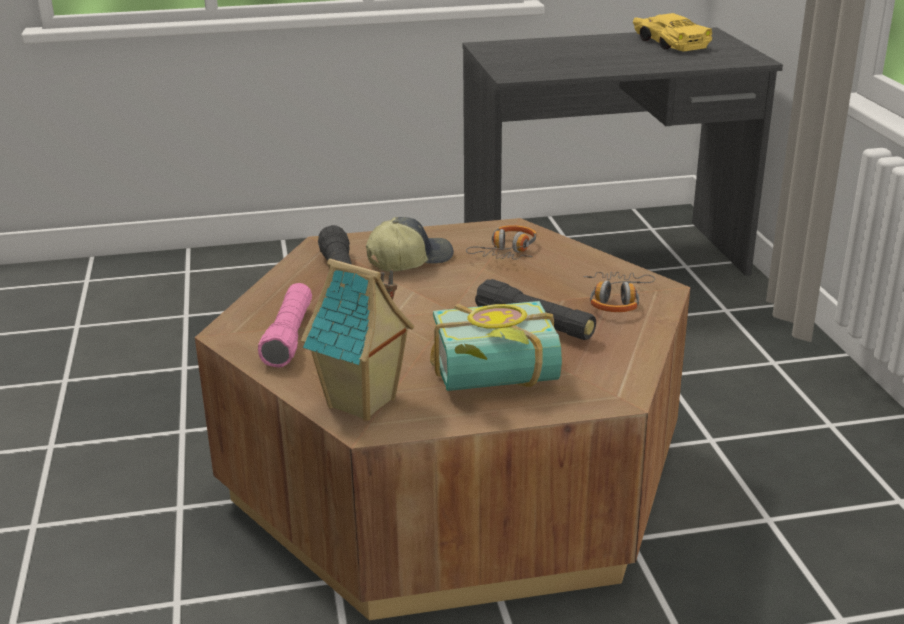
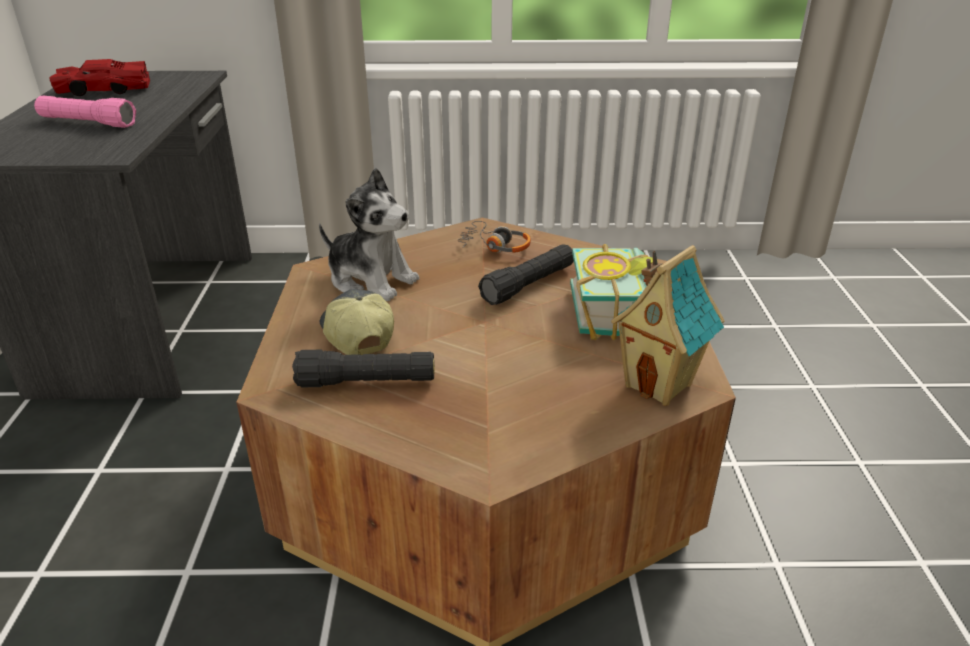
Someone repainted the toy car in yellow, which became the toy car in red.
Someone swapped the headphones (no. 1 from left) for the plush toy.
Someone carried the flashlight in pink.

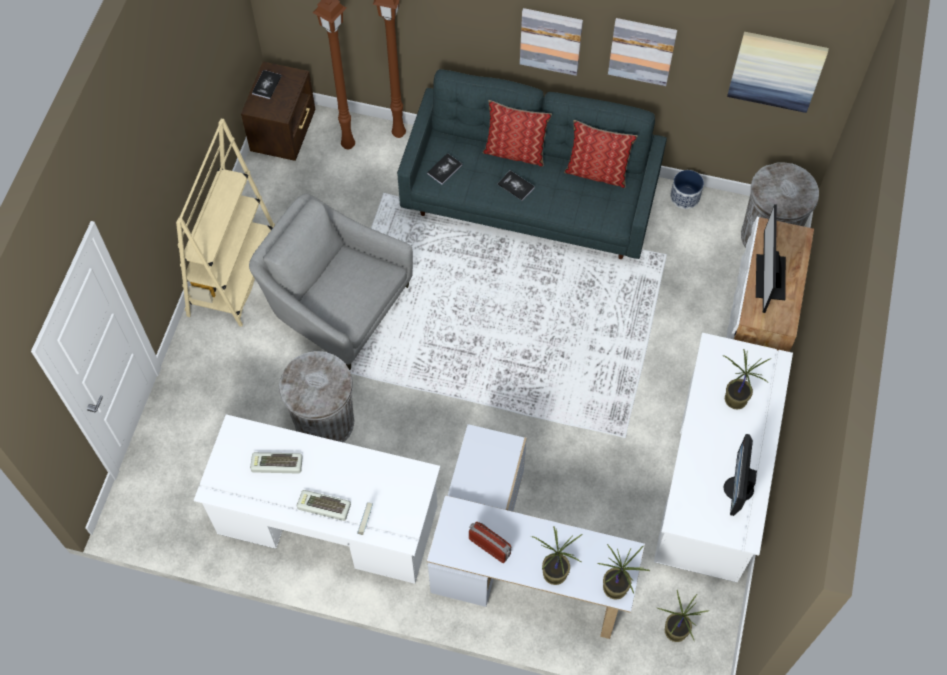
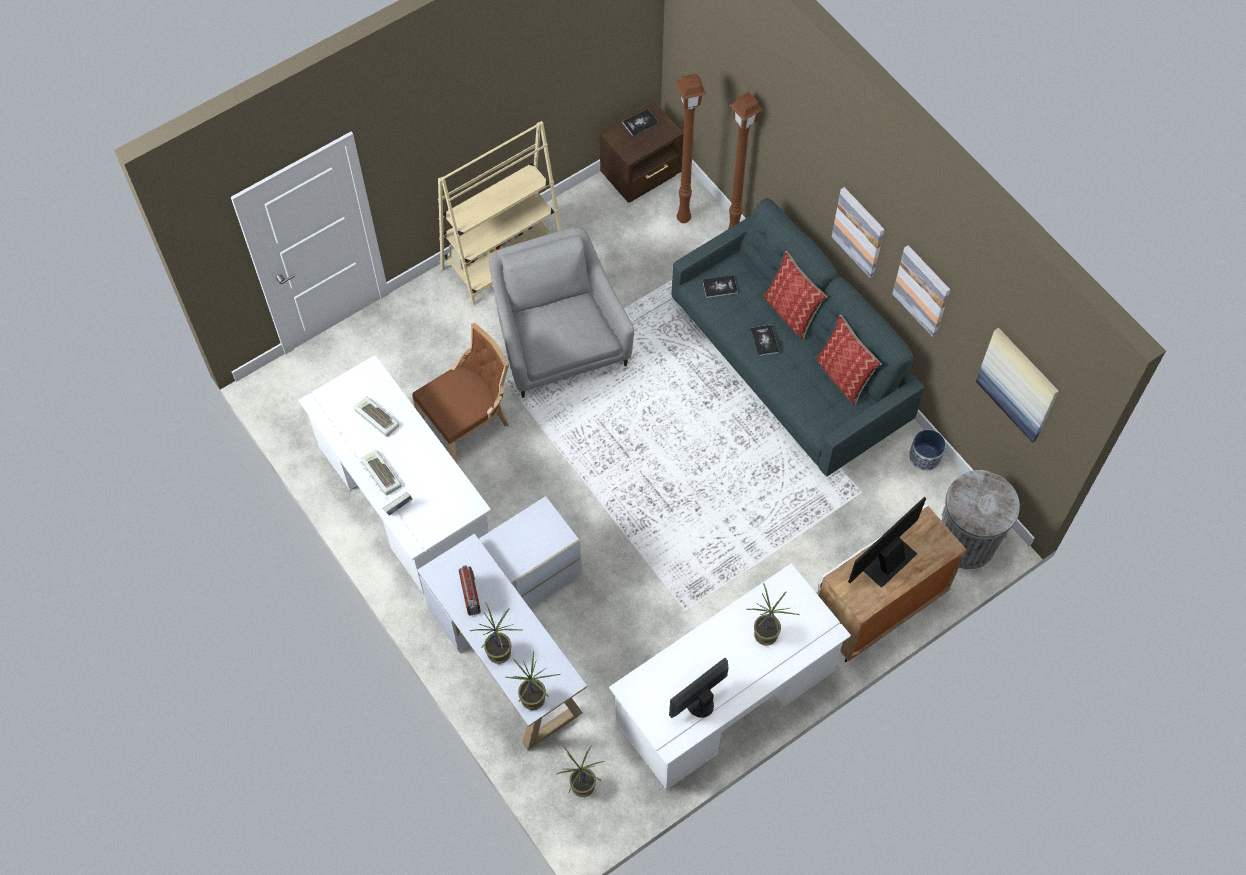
Someone swapped the trash can in grey (no. 1 from left) for the chair in brown.

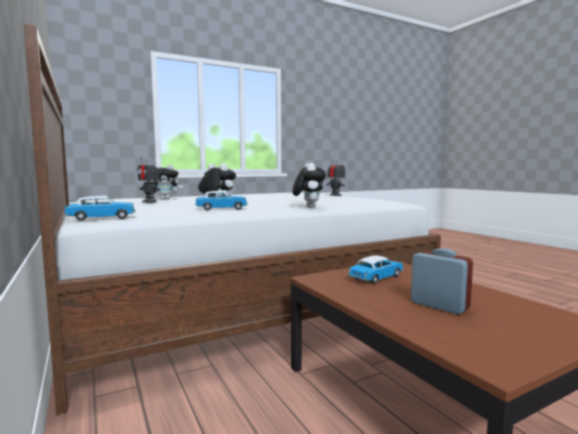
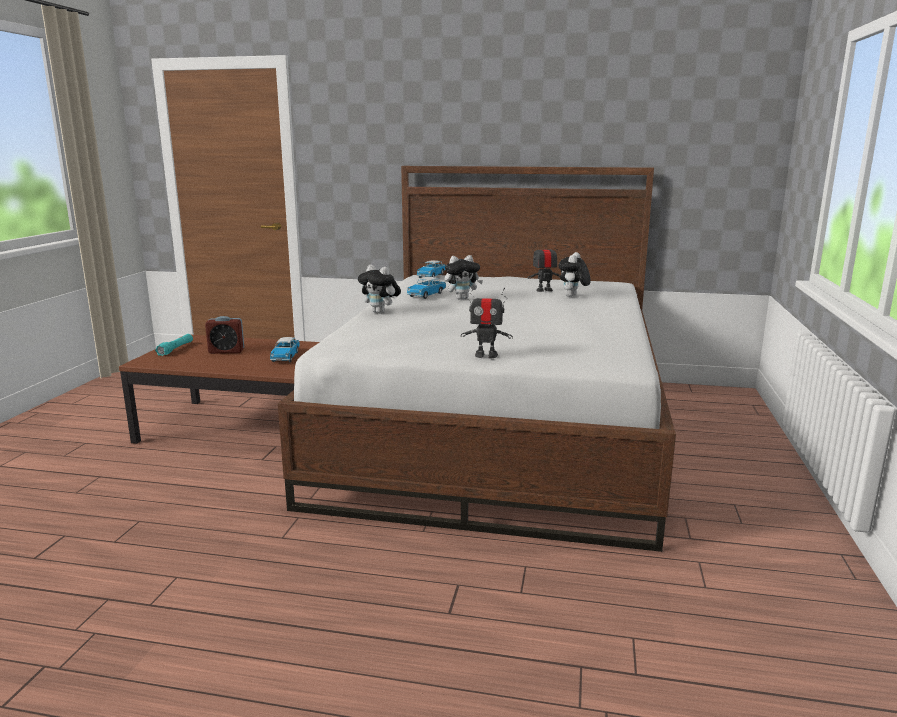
Someone put down the flashlight in turquoise.

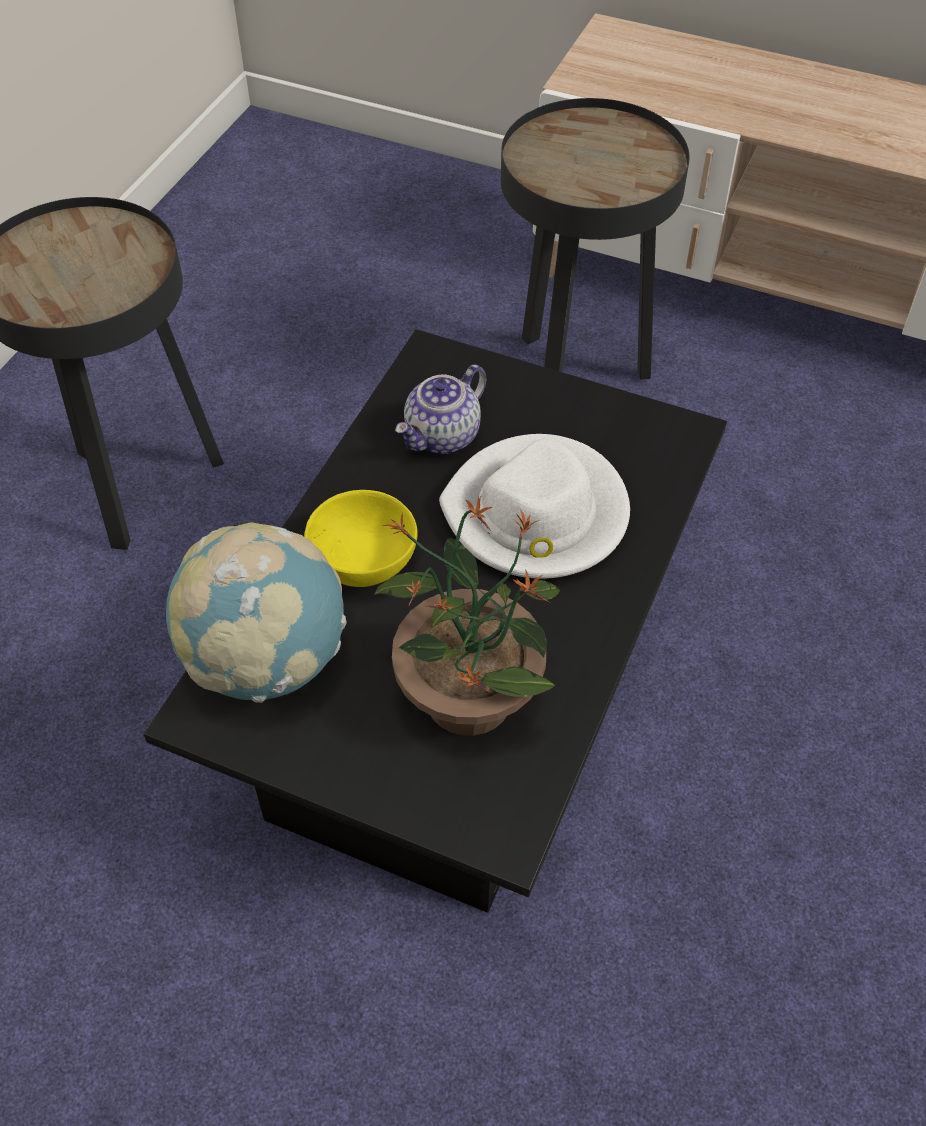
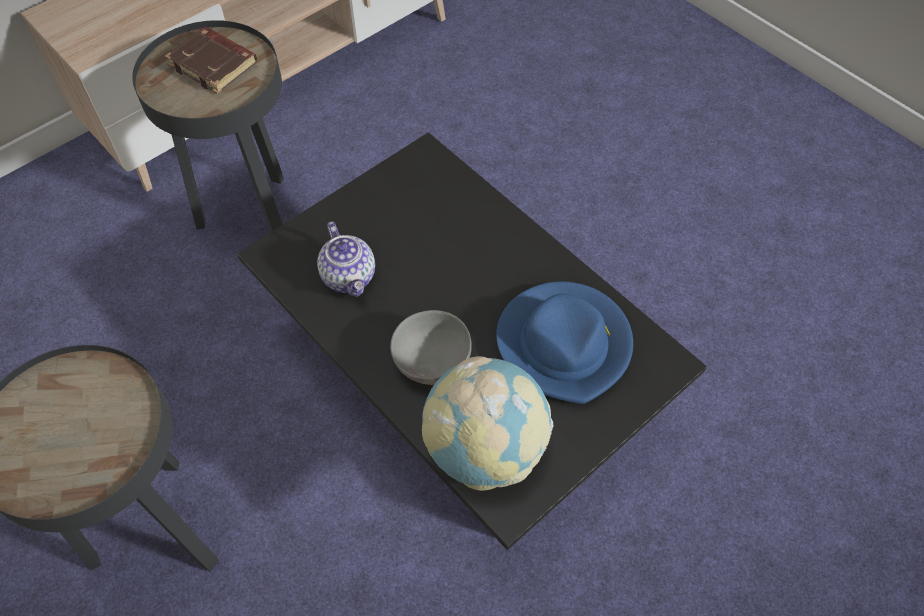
Someone took away the hat in white.
Someone repainted the bowl in yellow, which became the bowl in grey.
Someone swapped the potted plant for the hat in blue.
Someone put down the book in brown.

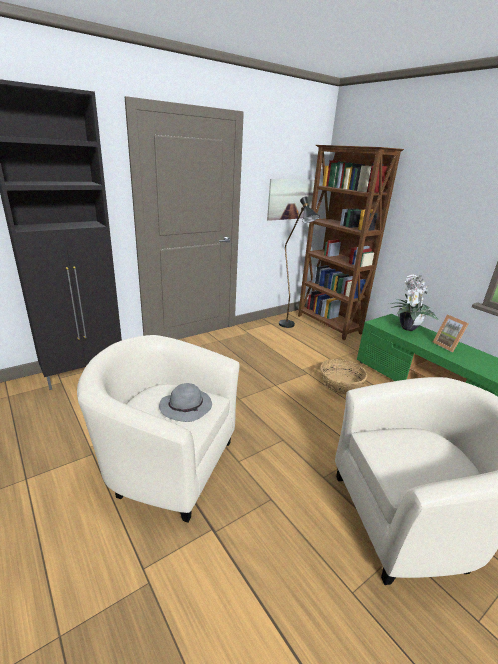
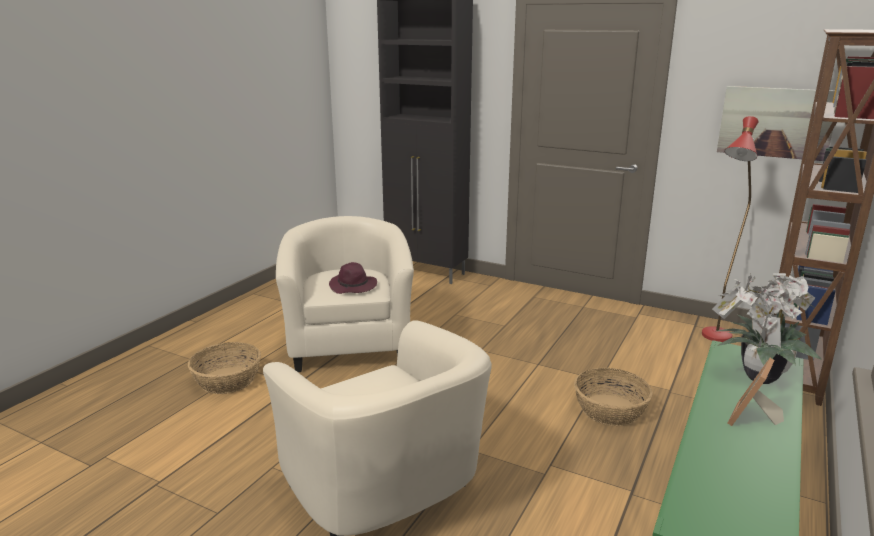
Someone repainted the floor lamp in black, which became the floor lamp in red.
Someone repainted the hat in grey, which became the hat in purple.
Someone put down the basket (no. 1 from left).

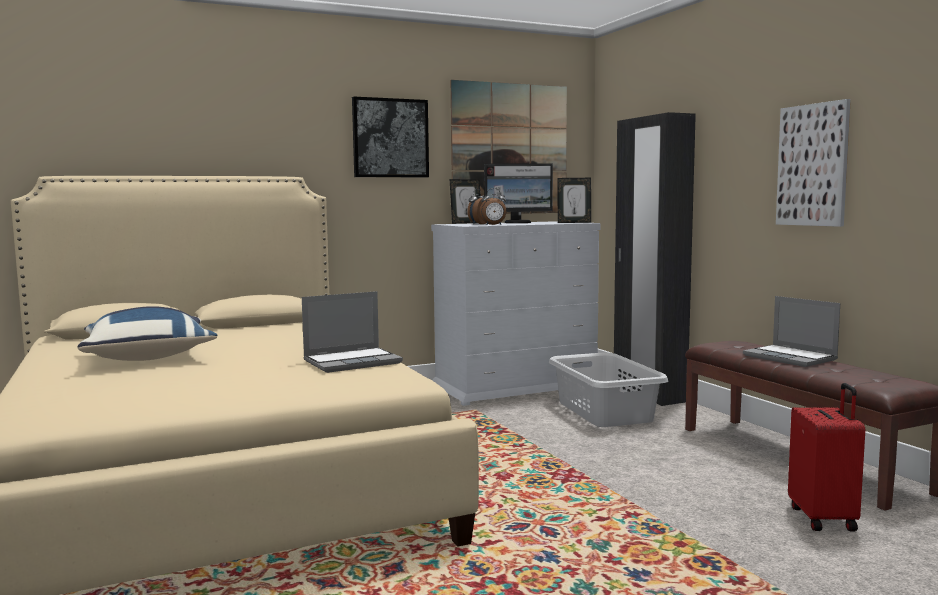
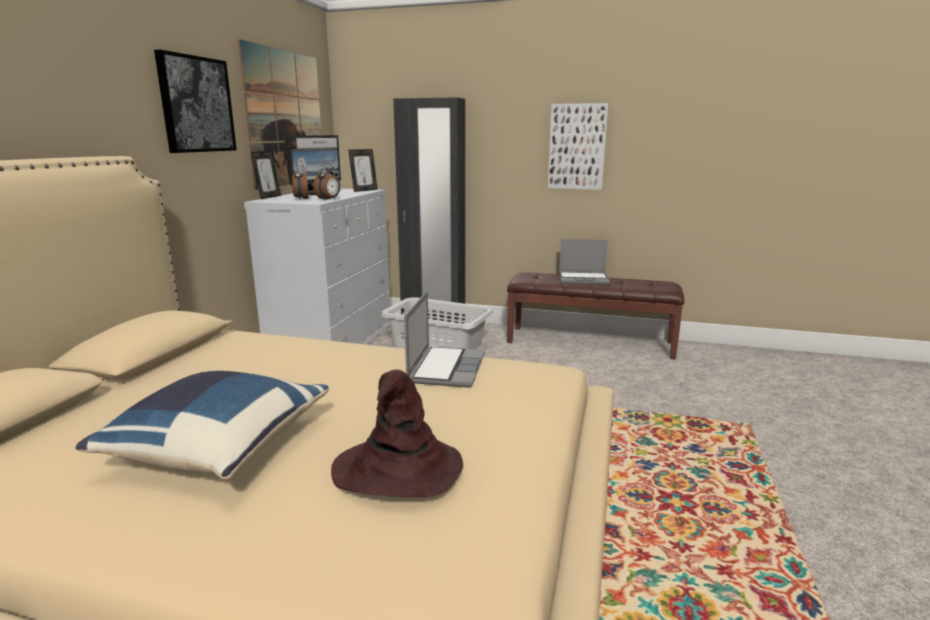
Someone took away the suitcase in red.
Someone put down the hat in brown.

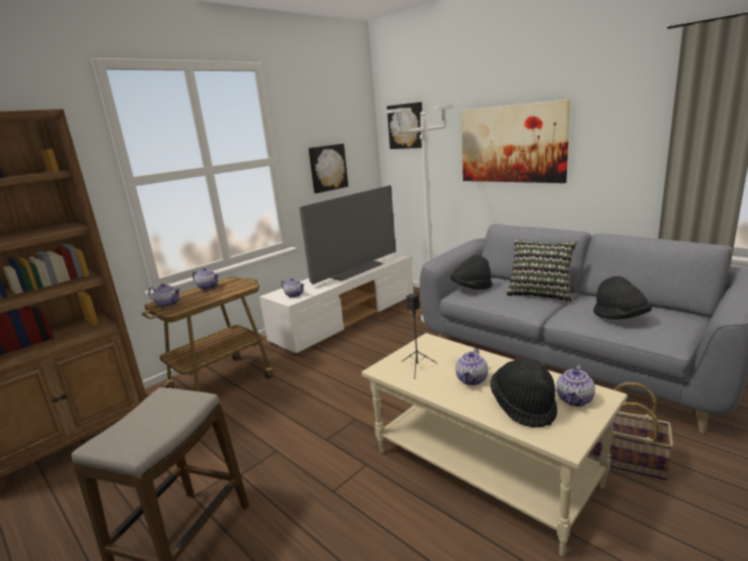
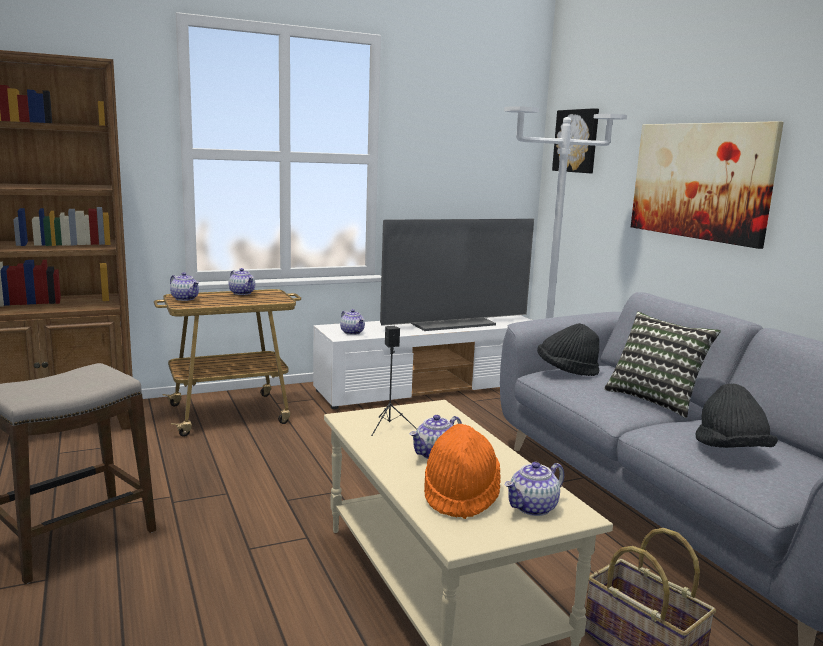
Someone took away the picture (no. 1 from left).
Someone repainted the hat in black (no. 2 from left), which became the hat in orange.

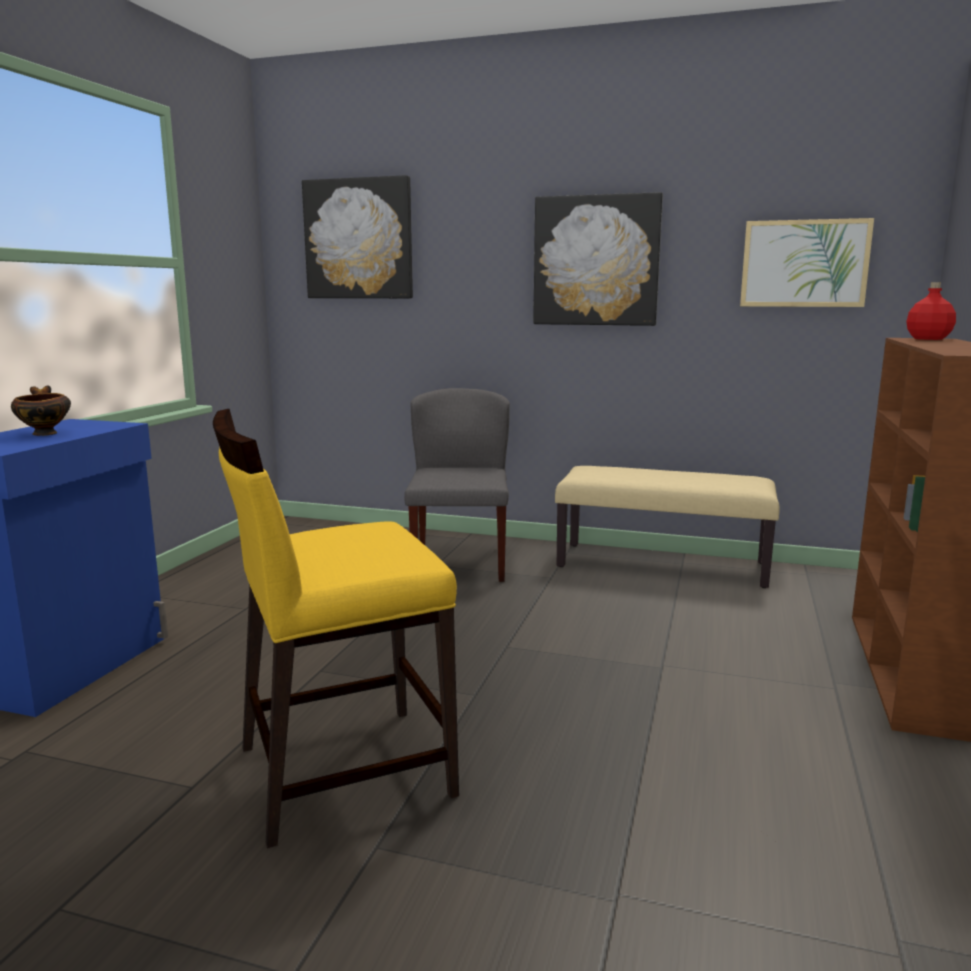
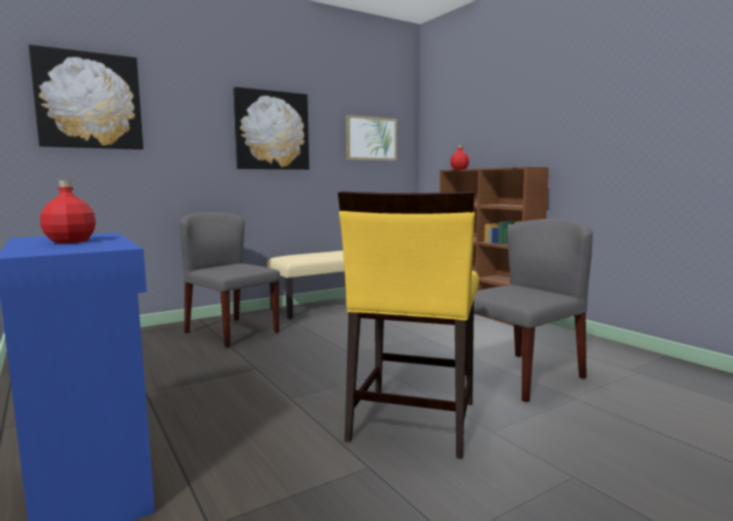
Someone swapped the bowl for the bottle in red (no. 1 from left).
Someone put down the chair in grey (no. 2 from left).

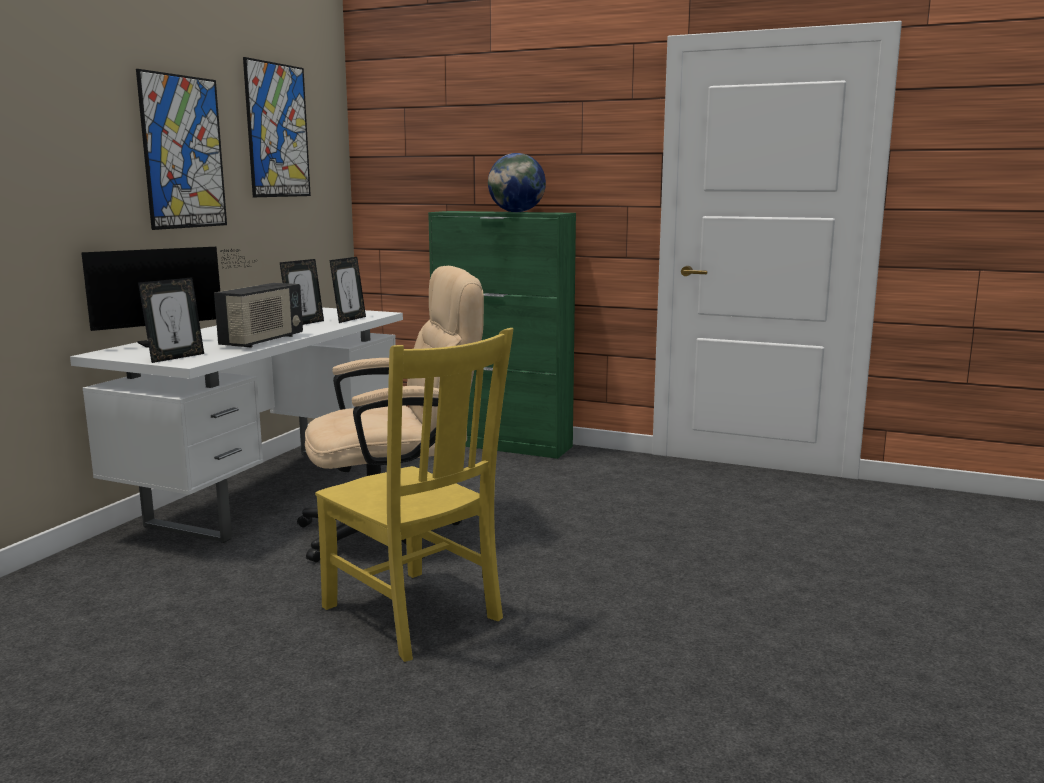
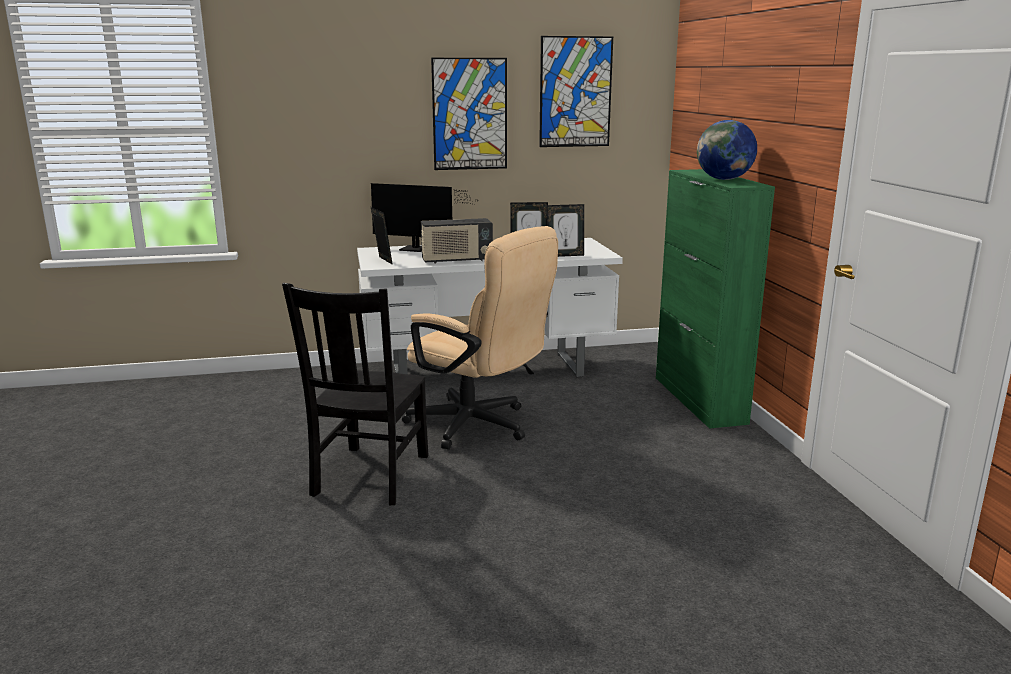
Someone rotated the picture frame (no. 1 from left) by 120 degrees counterclockwise.
Someone repainted the chair in yellow, which became the chair in black.

